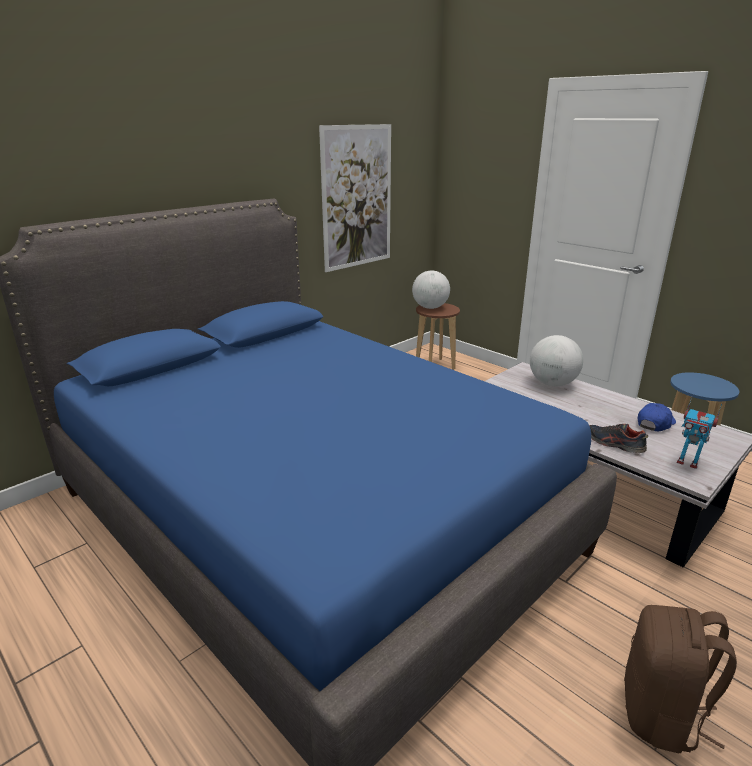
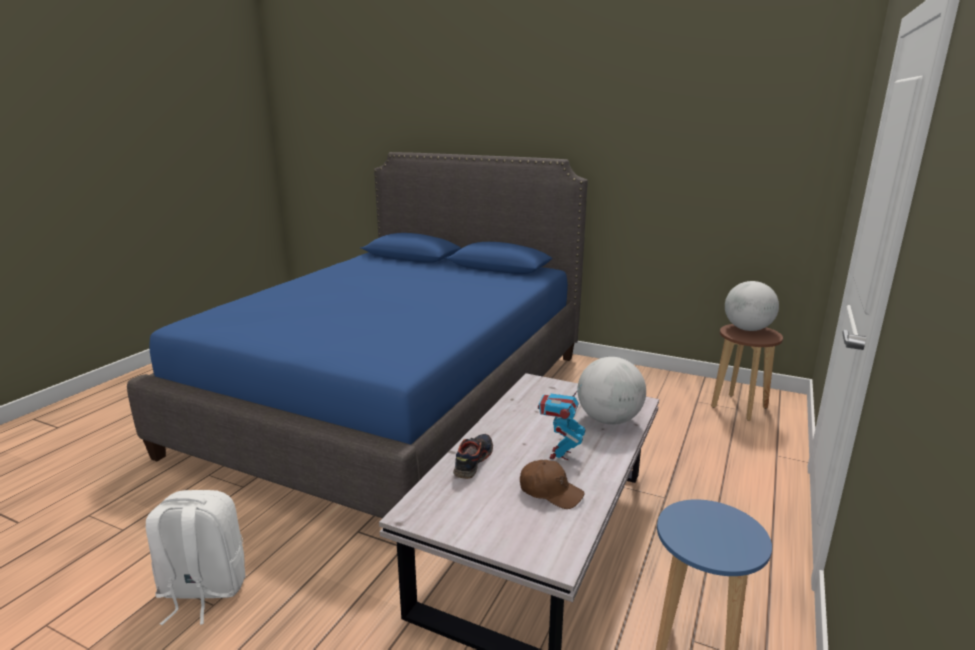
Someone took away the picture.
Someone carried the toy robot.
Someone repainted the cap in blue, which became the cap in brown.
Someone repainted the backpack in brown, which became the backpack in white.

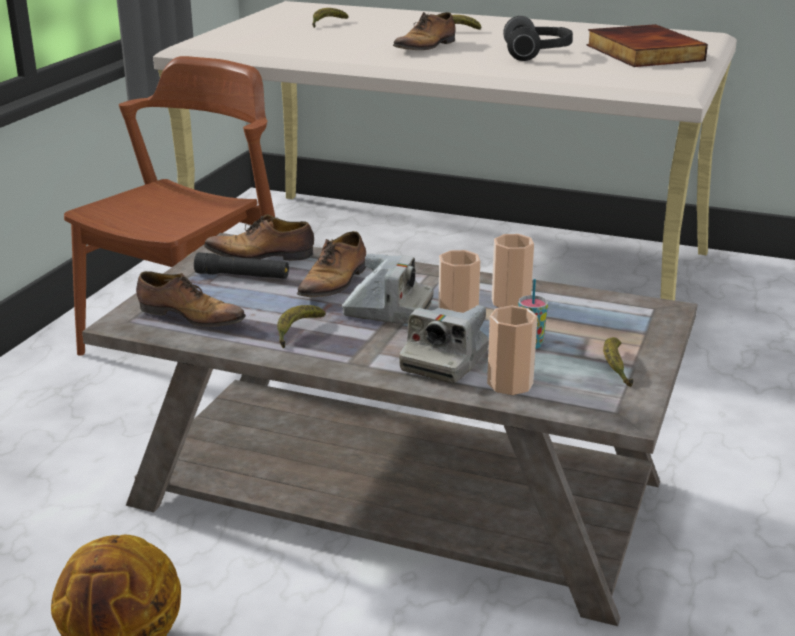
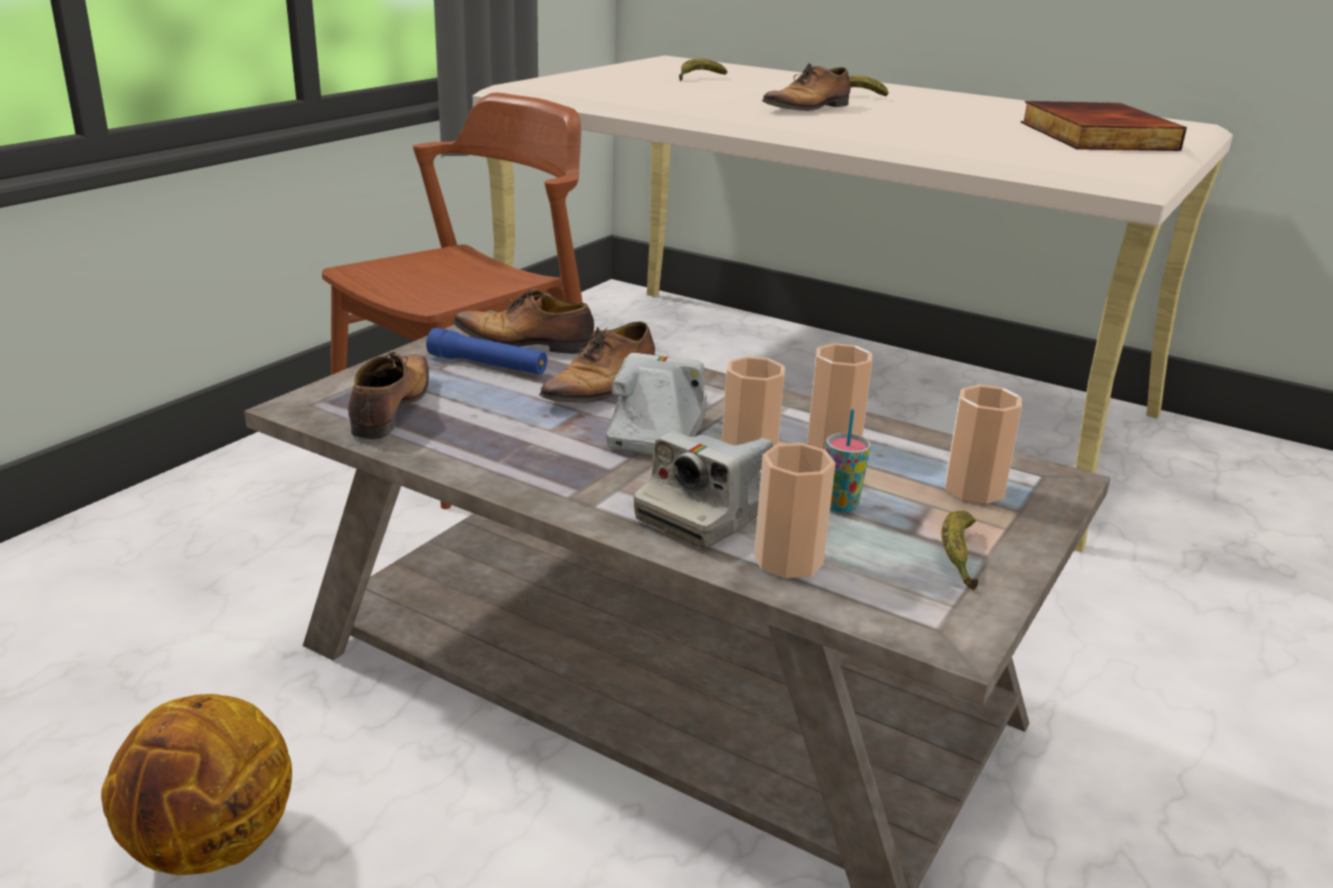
Someone took away the headphones.
Someone repainted the flashlight in black, which became the flashlight in blue.
Someone rotated the photo camera (no. 1 from left) by 105 degrees counterclockwise.
Someone rotated the shoe (no. 1 from left) by 120 degrees counterclockwise.
Someone took away the banana (no. 1 from left).
Someone put down the cup (no. 5 from left).

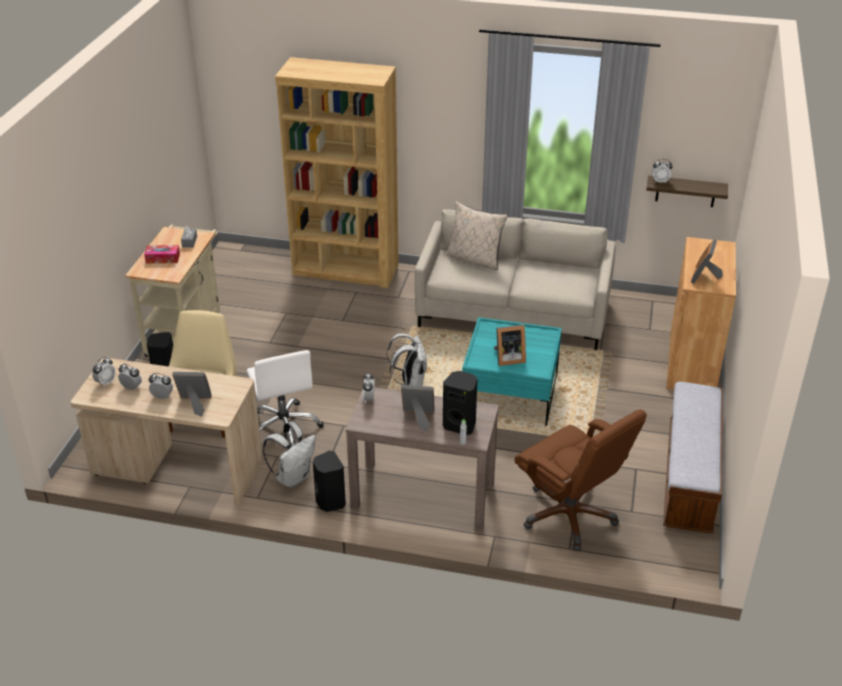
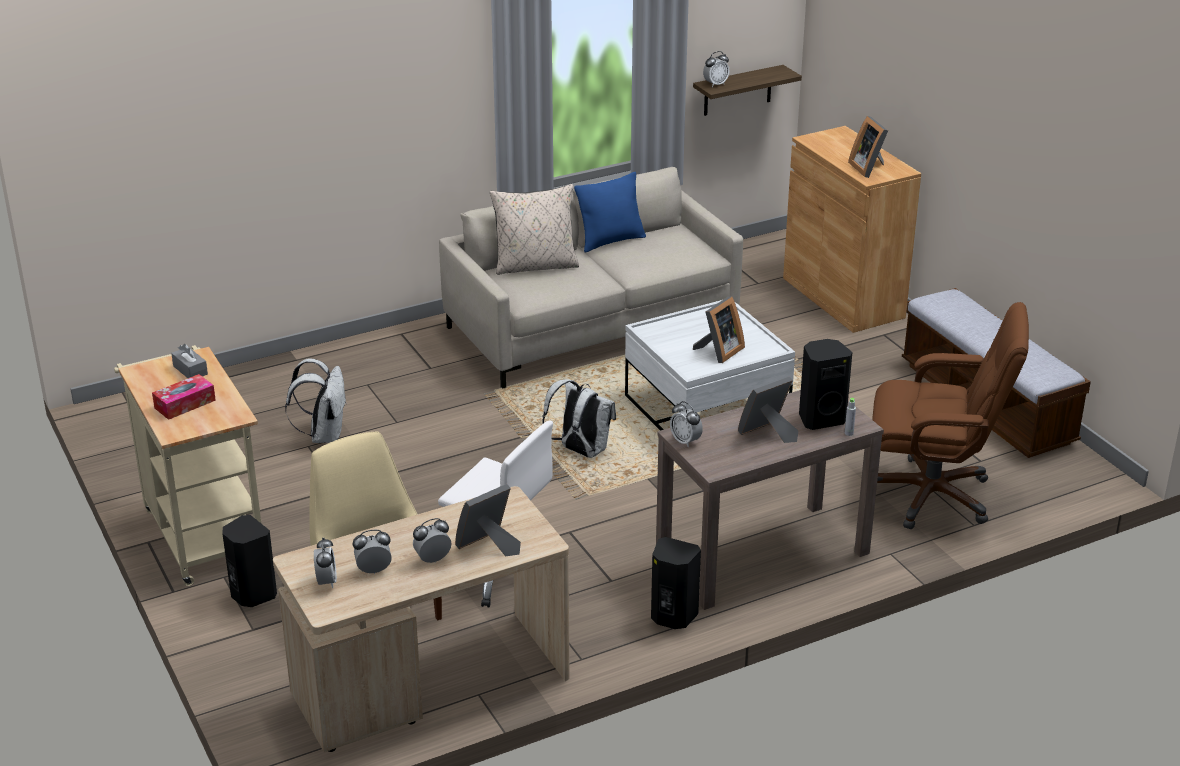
Someone took away the bookcase in brown.
Someone repainted the coffee table in turquoise, which became the coffee table in white.
Someone carried the backpack in white (no. 1 from left).
Someone put down the pillow in blue.

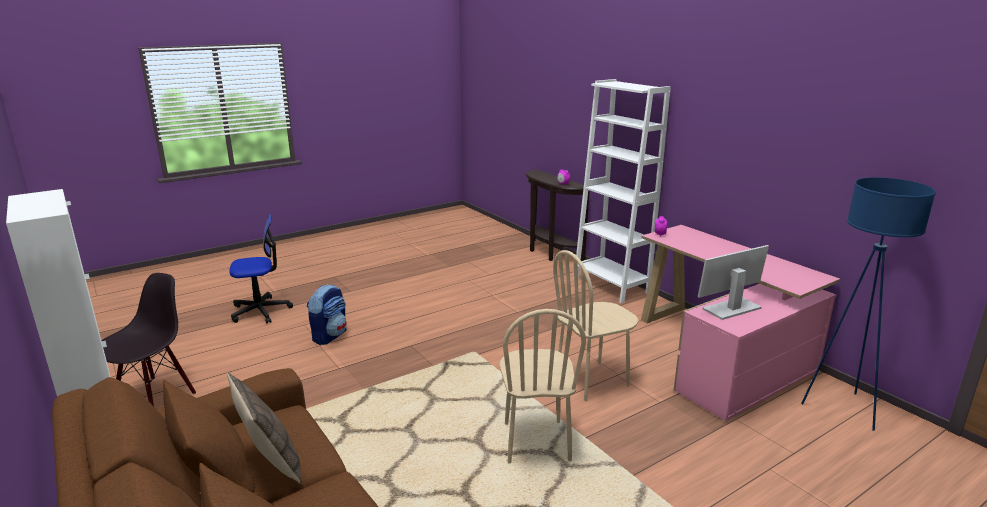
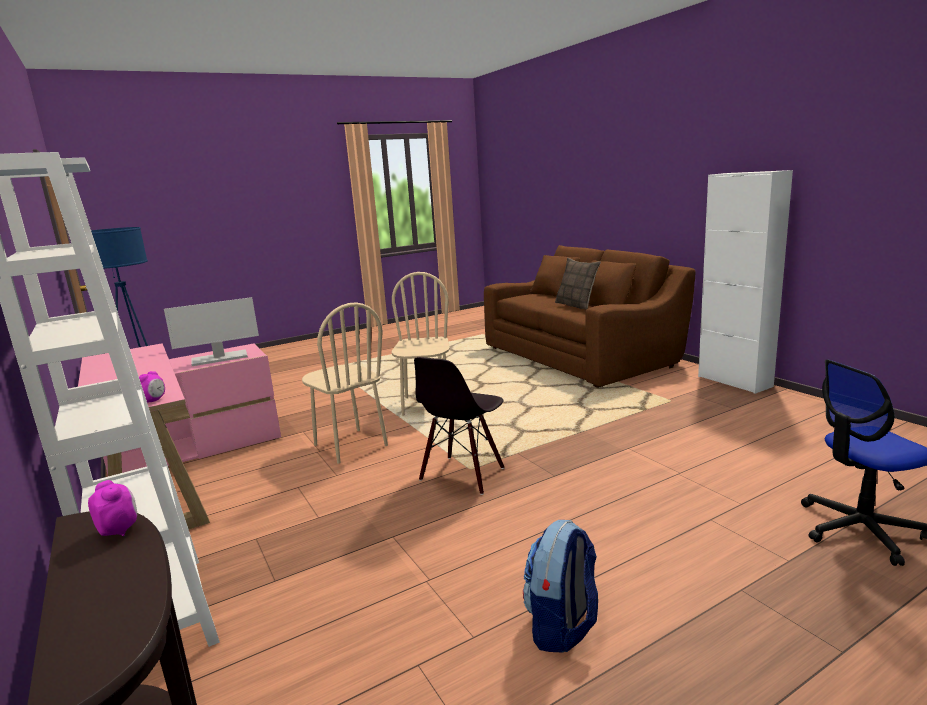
Someone rotated the chair in beige (no. 2 from left in the first image) by 75 degrees clockwise.
Someone carried the chair in black.
Someone carried the backpack.

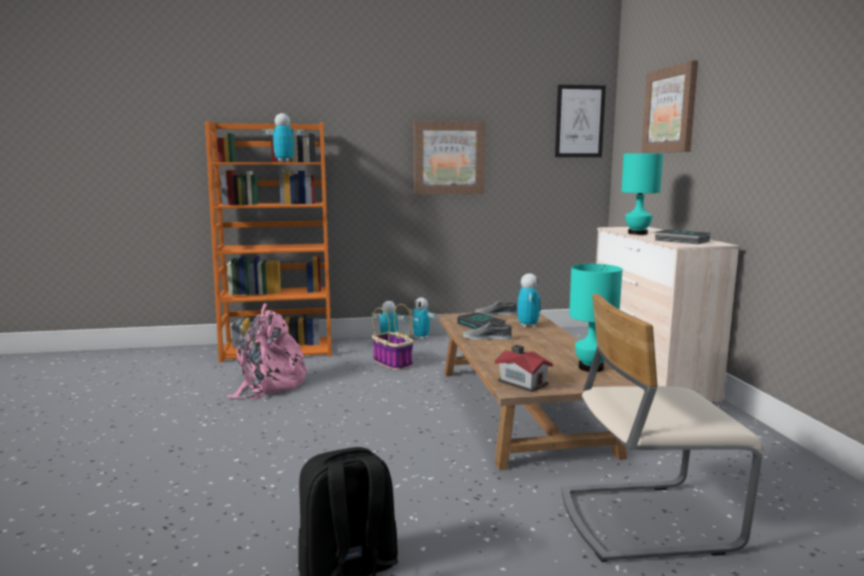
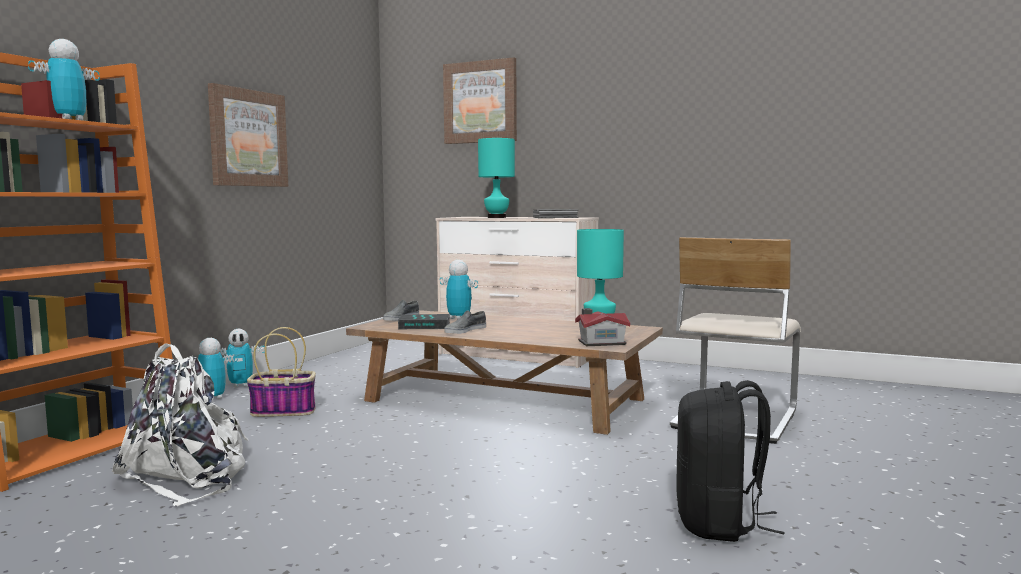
Someone took away the picture (no. 2 from left).
Someone repainted the backpack in pink, which became the backpack in white.

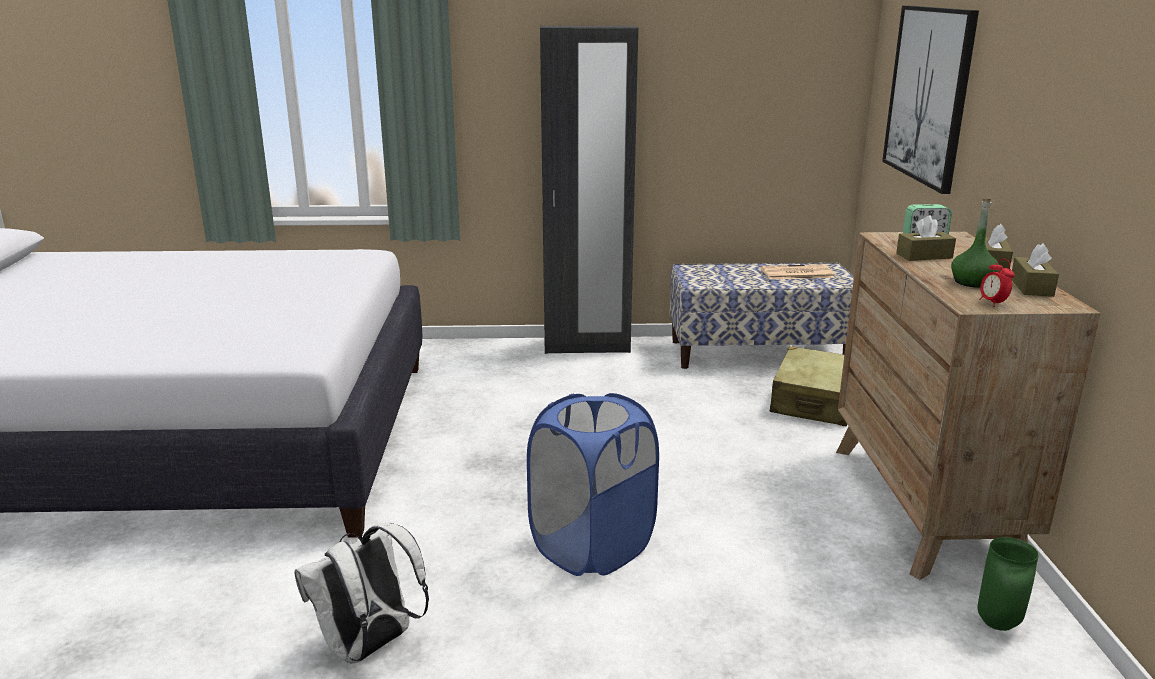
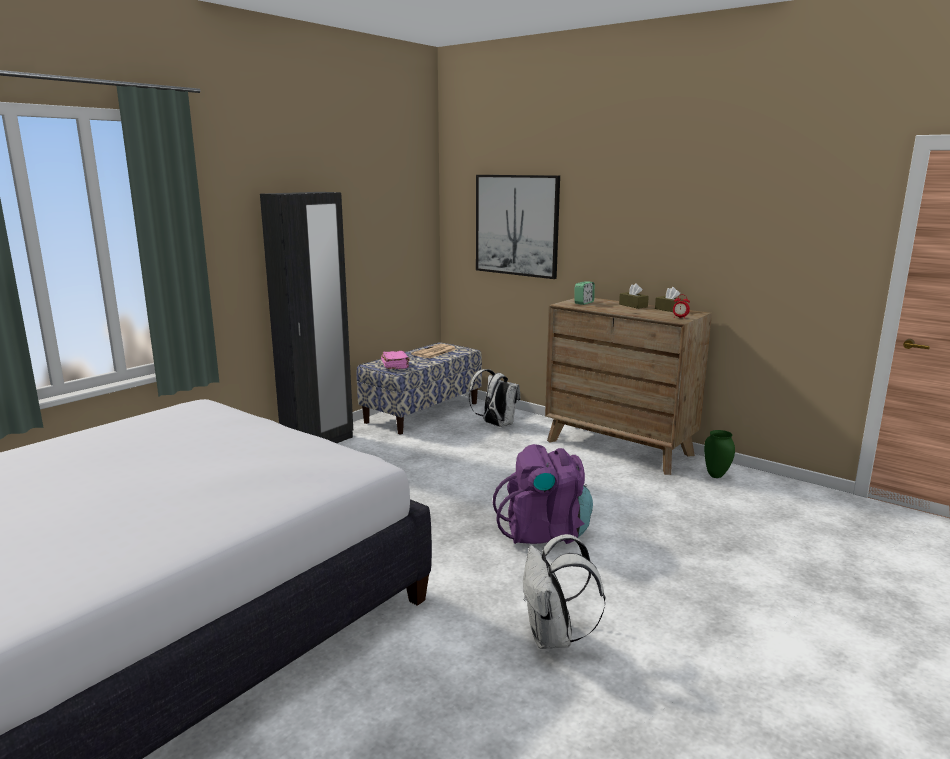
Someone took away the bottle in green.
Someone took away the tissue box in brown (no. 1 from left).
Someone swapped the suitcase in beige for the backpack in white (no. 1 from left).
Someone swapped the laundry basket in blue for the backpack in purple.
Someone put down the book in pink.

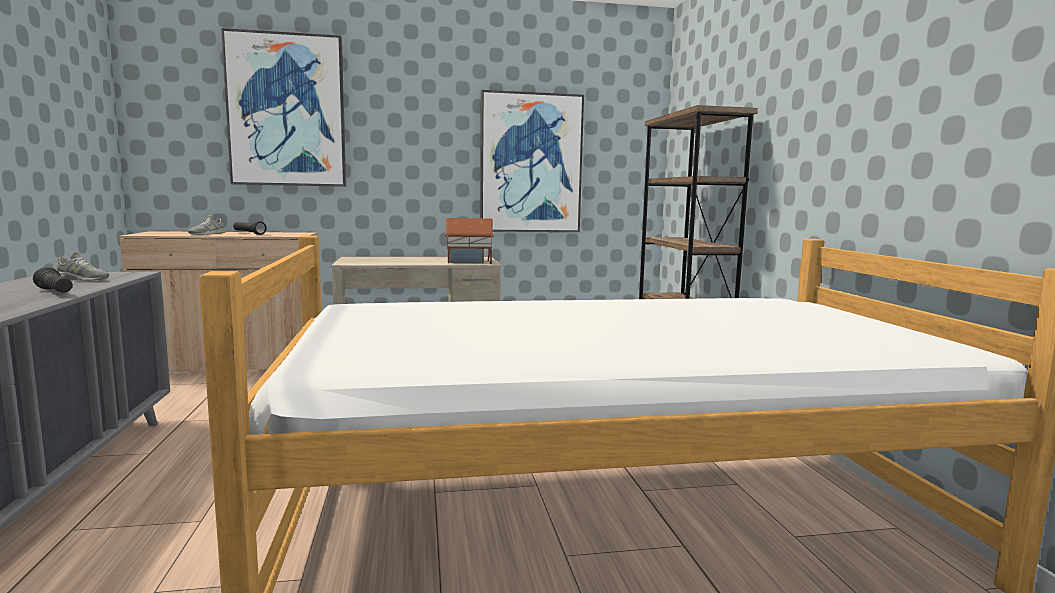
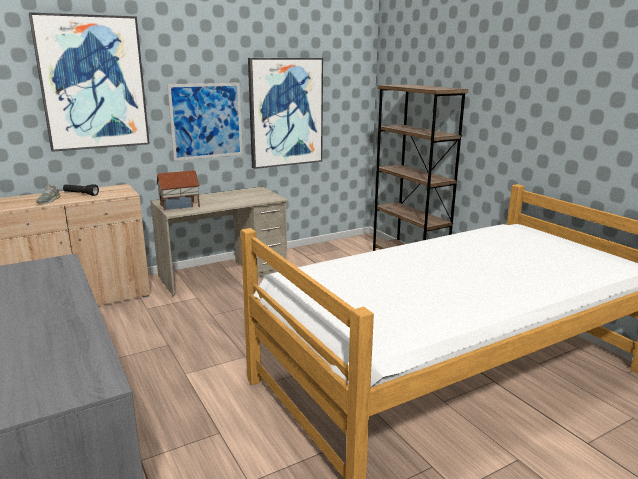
Someone carried the toy house.
Someone took away the shoe in grey (no. 1 from left).
Someone took away the flashlight in black (no. 1 from left).
Someone put up the picture (no. 2 from left).

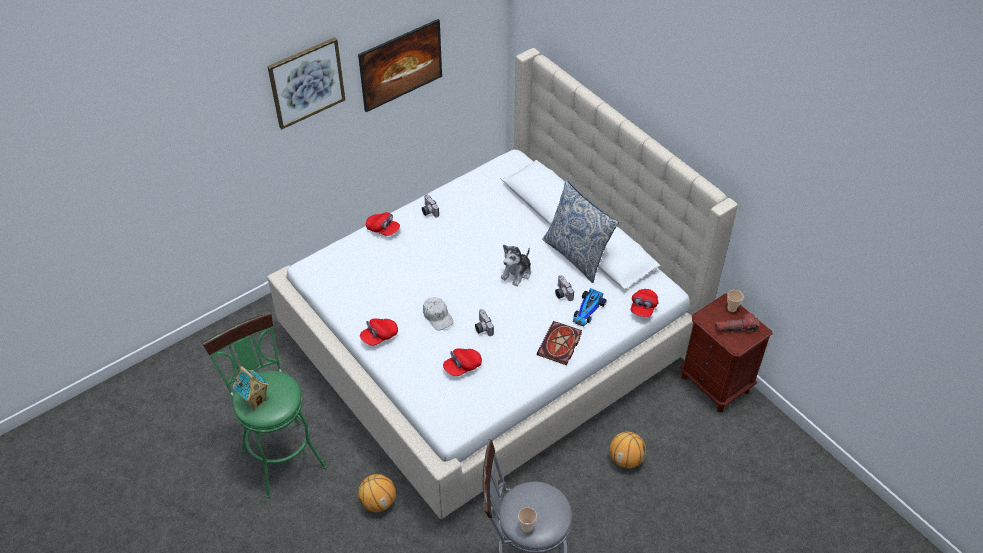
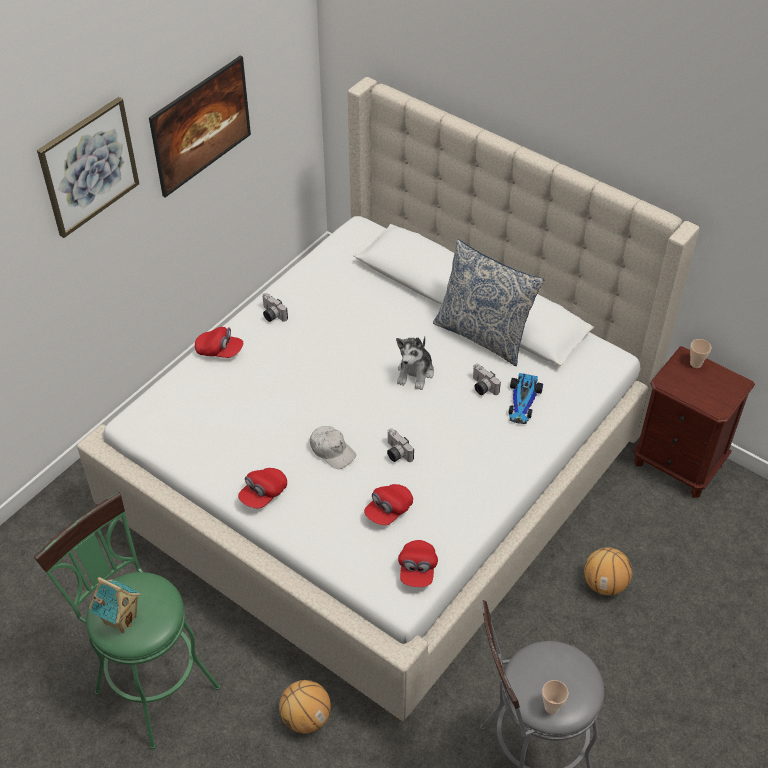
Someone carried the cap in red (no. 4 from left).
Someone took away the flashlight.
Someone took away the book.

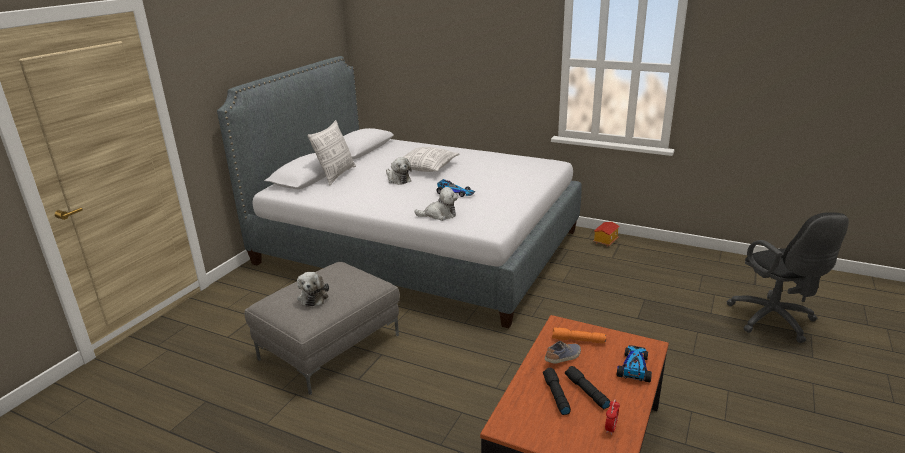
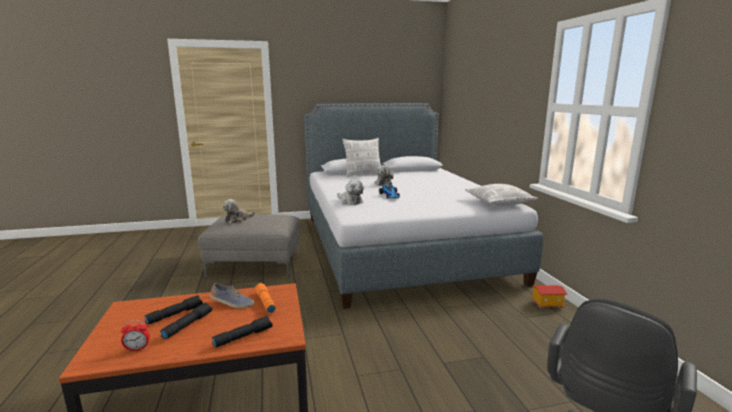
Someone carried the pillow (no. 2 from left).
Someone swapped the toy car (no. 2 from left) for the flashlight in black (no. 3 from left).

